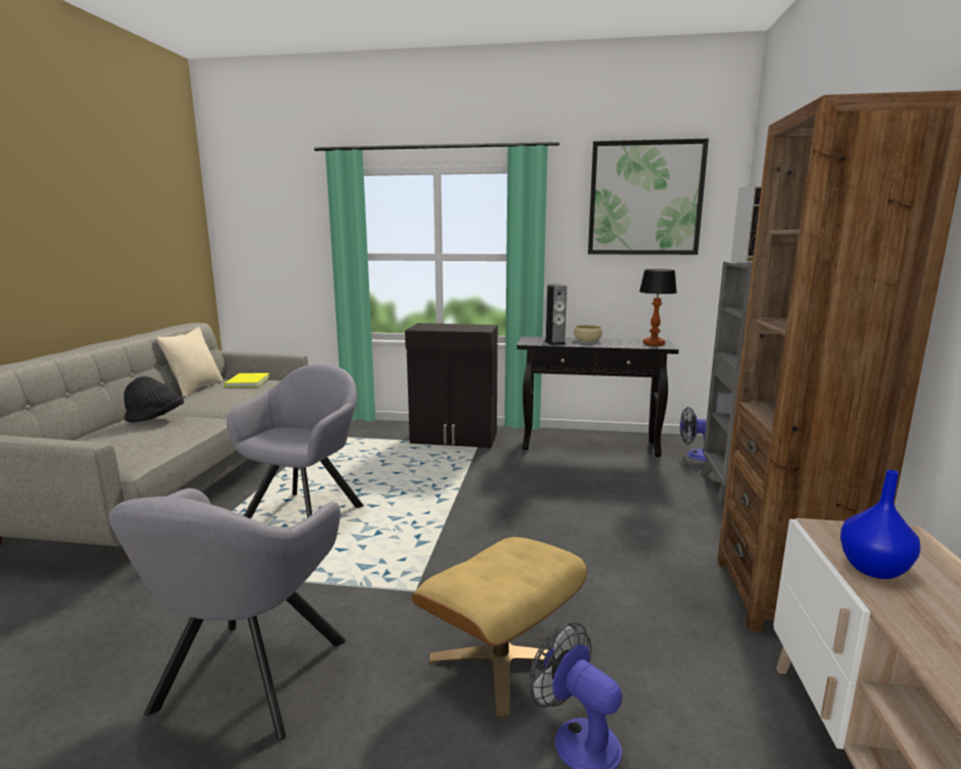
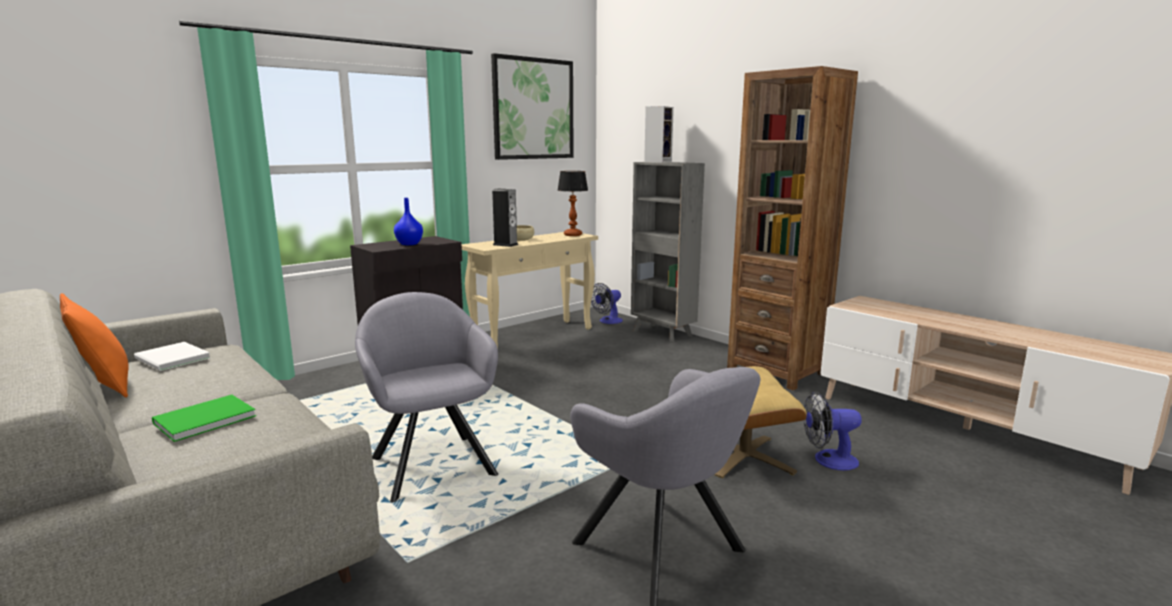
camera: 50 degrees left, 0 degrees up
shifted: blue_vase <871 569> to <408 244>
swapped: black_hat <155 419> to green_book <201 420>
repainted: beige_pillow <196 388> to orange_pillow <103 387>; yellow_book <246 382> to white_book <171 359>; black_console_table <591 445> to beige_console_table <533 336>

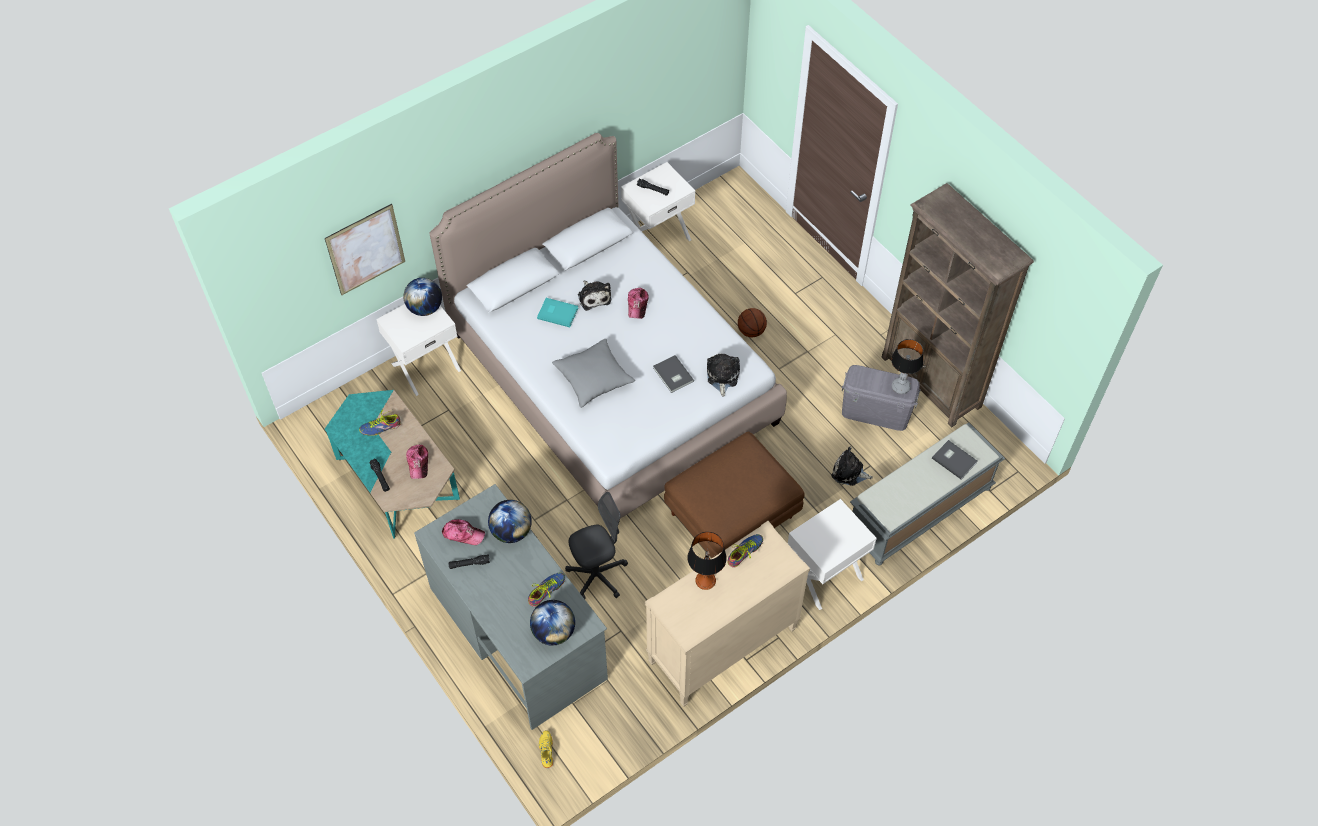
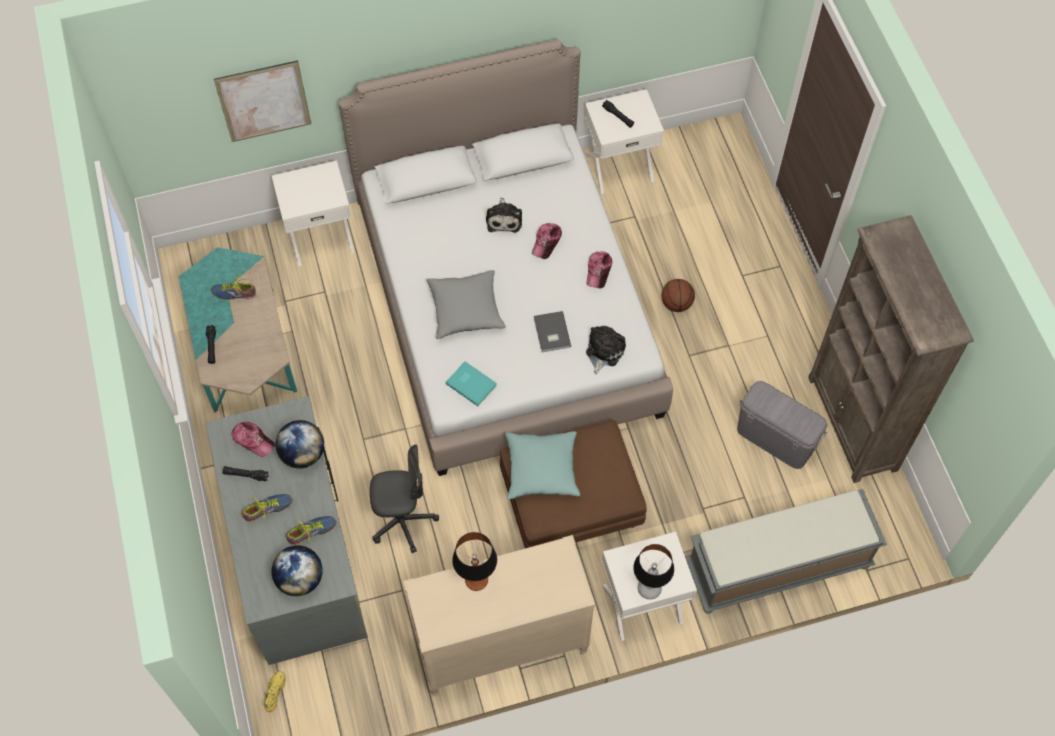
camera: 20 degrees right, 5 degrees up
gone: globe <425 308>; plush_toy <849 472>; grey_book <954 459>
new: turquoise_pillow <542 469>
shifted: cap <418 463> to <598 271>; turquoise_book <557 312> to <471 383>; shoe <744 552> to <267 509>; table_lamp <900 386> to <649 588>

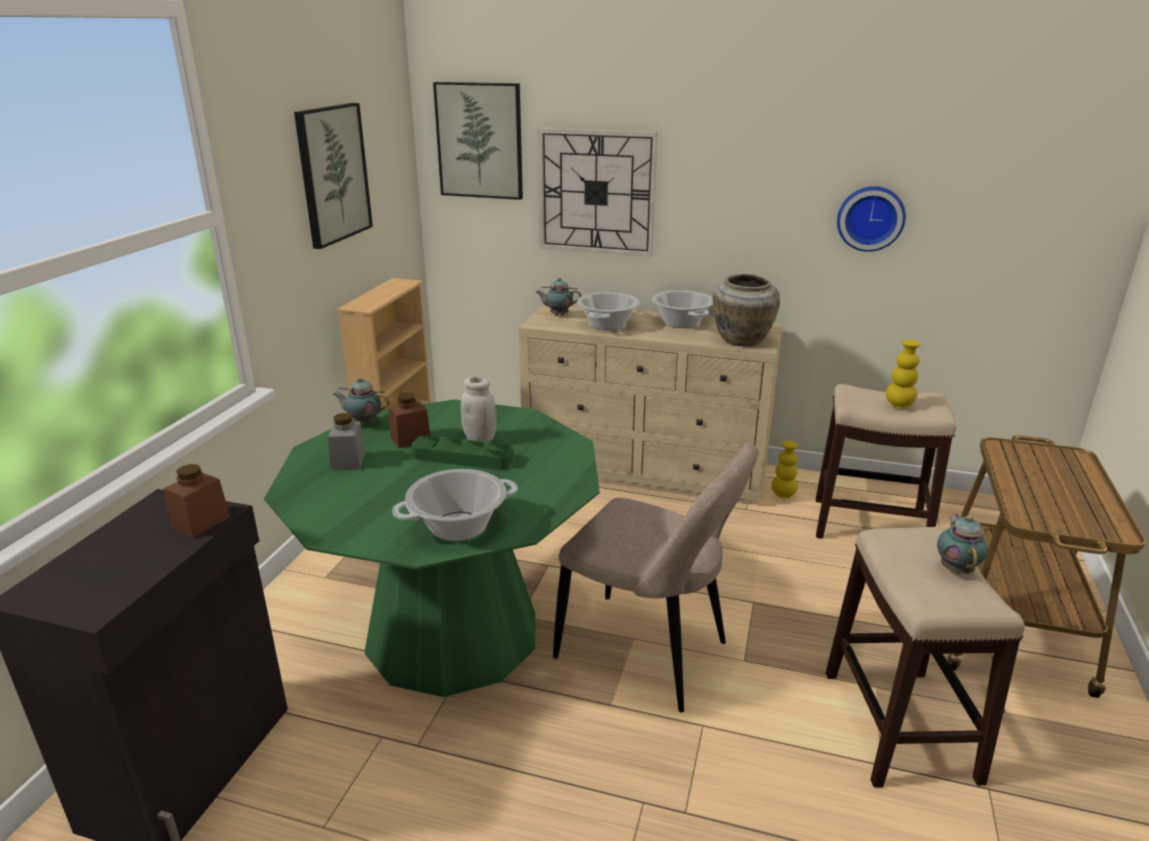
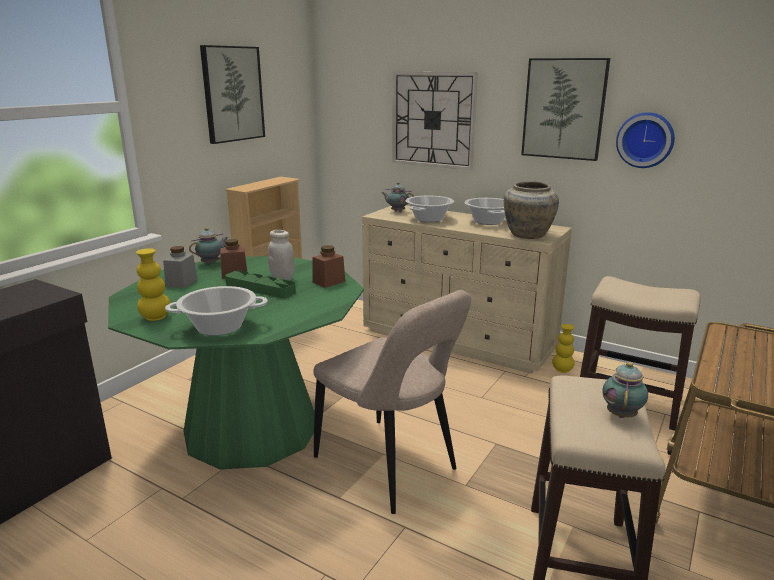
camera: 15 degrees right, 5 degrees down
shifted: brown_jar <200 522> to <328 282>; picture <480 141> to <564 109>; yellow_vase <899 405> to <156 318>
rotated: teapot <363 423> = <211 263> 105 degrees clockwise

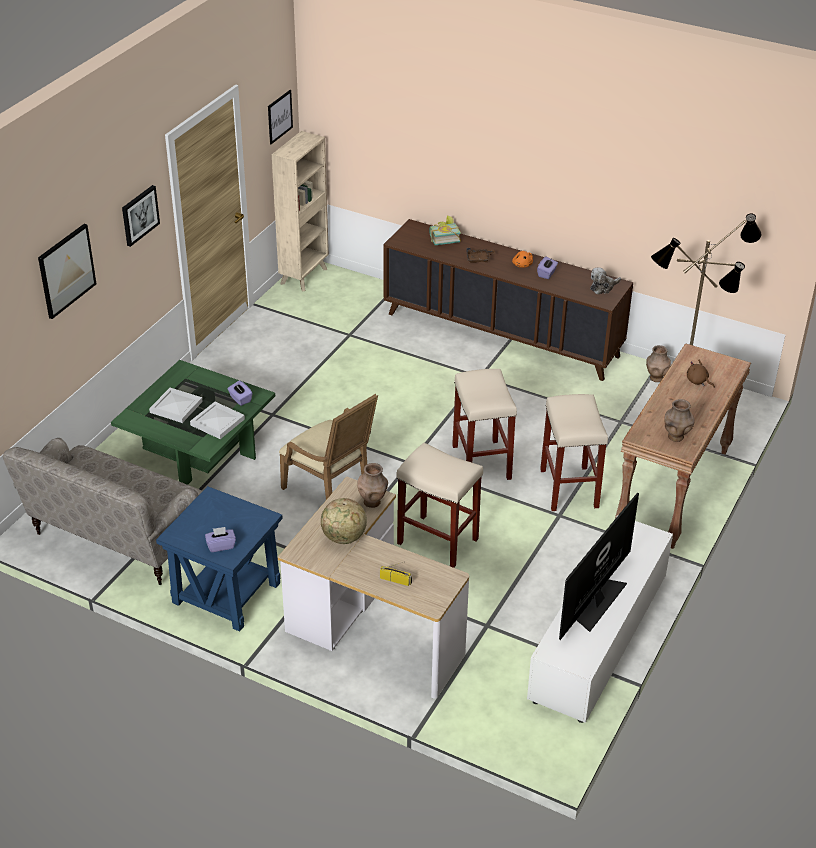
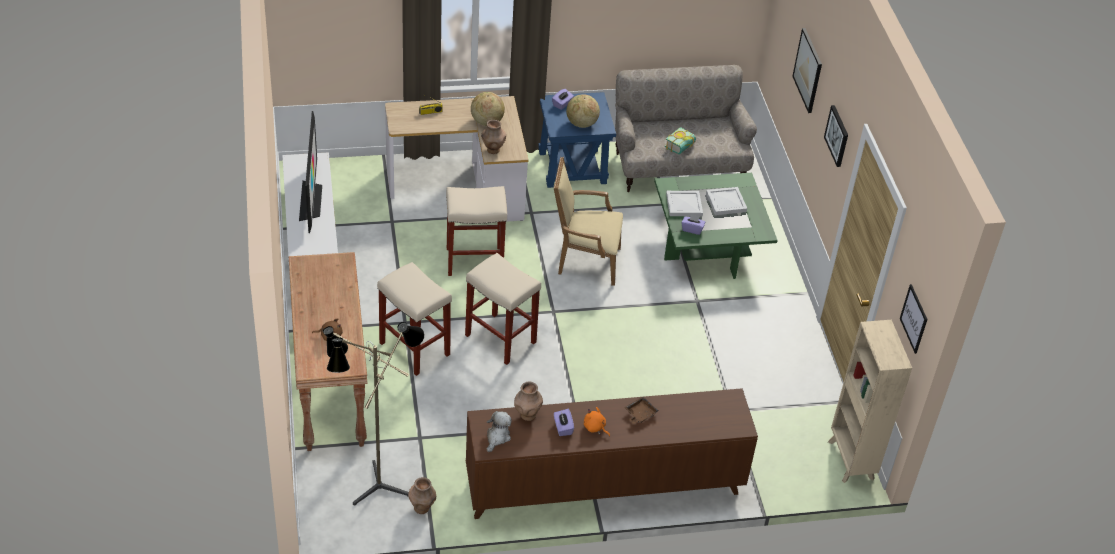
camera: 140 degrees right, 5 degrees up
new: globe <581 124>
shifted: book <444 238> to <682 148>; brown_vase <675 437> to <527 415>

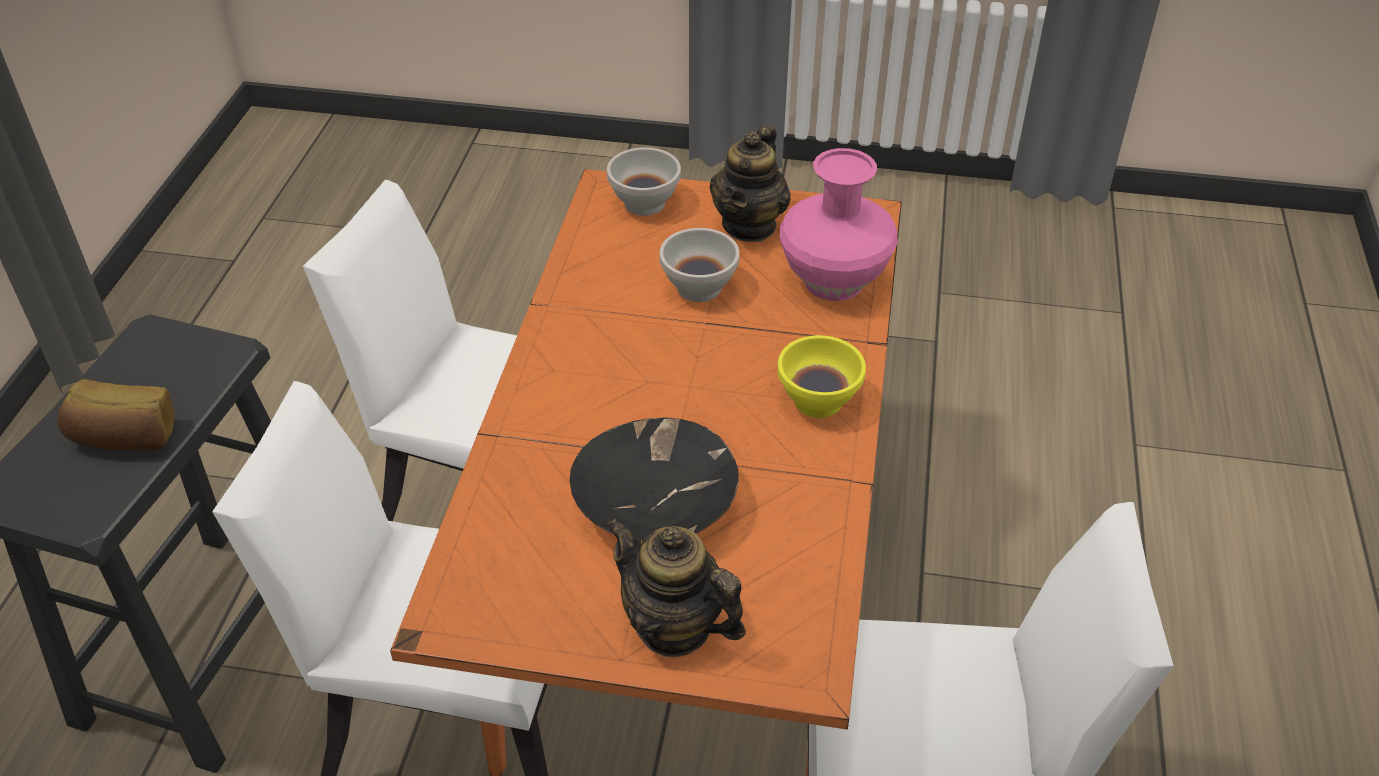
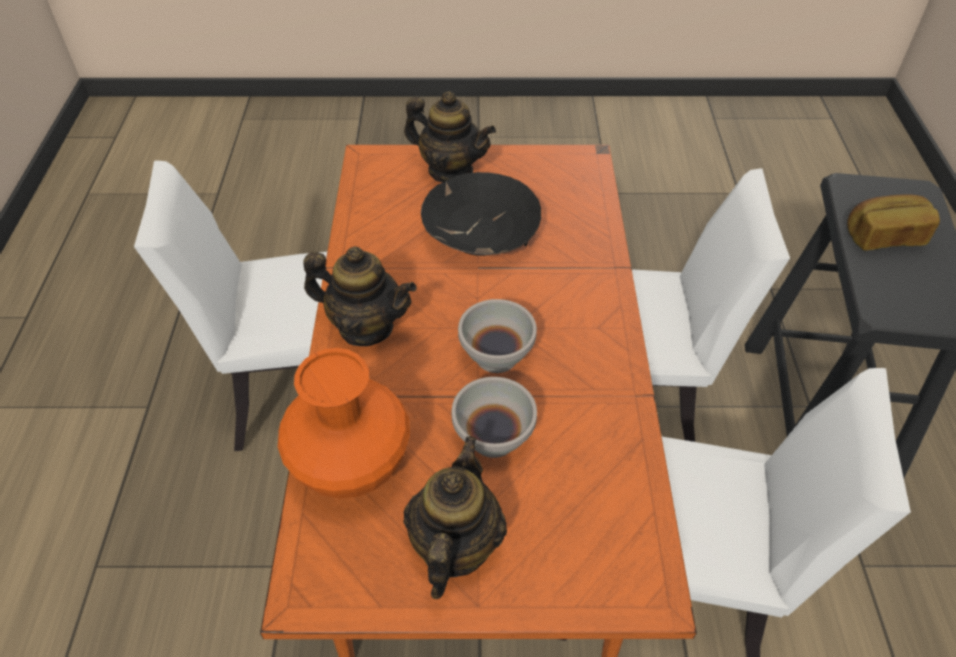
camera: 170 degrees right, 5 degrees up
shifted: white_bowl <645 204> to <495 356>
swapped: yellow_bowl <818 402> to teapot <366 327>
repainted: pink_vase <833 283> to orange_vase <352 467>

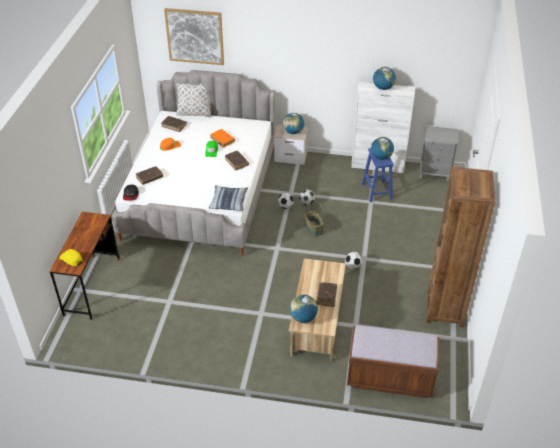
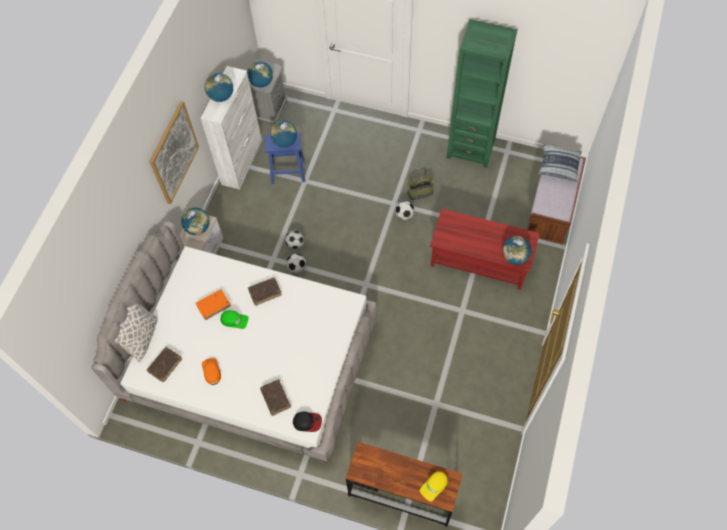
camera: 80 degrees left, 20 degrees up
gone: brown_book <326 296>
new: globe <261 82>
shifted: picture <195 36> to <173 153>; pillow <229 201> to <558 166>; basket <314 229> to <420 192>
repainted: beige_coffee_table <317 323> to red_coffee_table <480 260>; brown_bookcase <445 309> to green_bookcase <470 149>

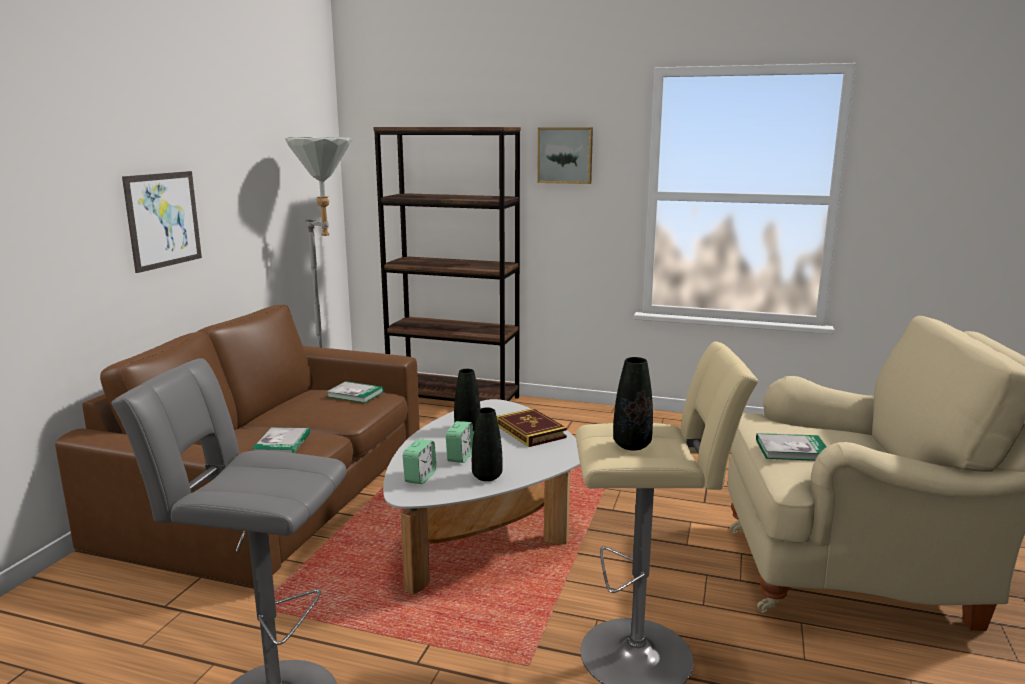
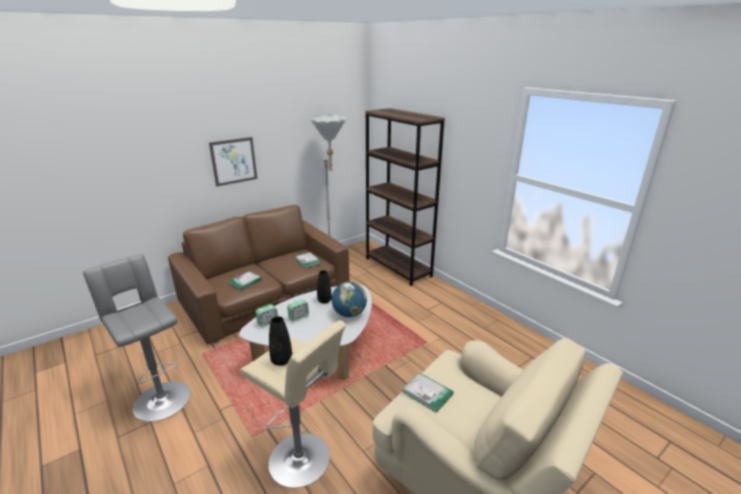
camera: 35 degrees right, 10 degrees up
gone: black_vase <487 476>; picture <565 155>
swapped: book <531 431> to globe <349 314>

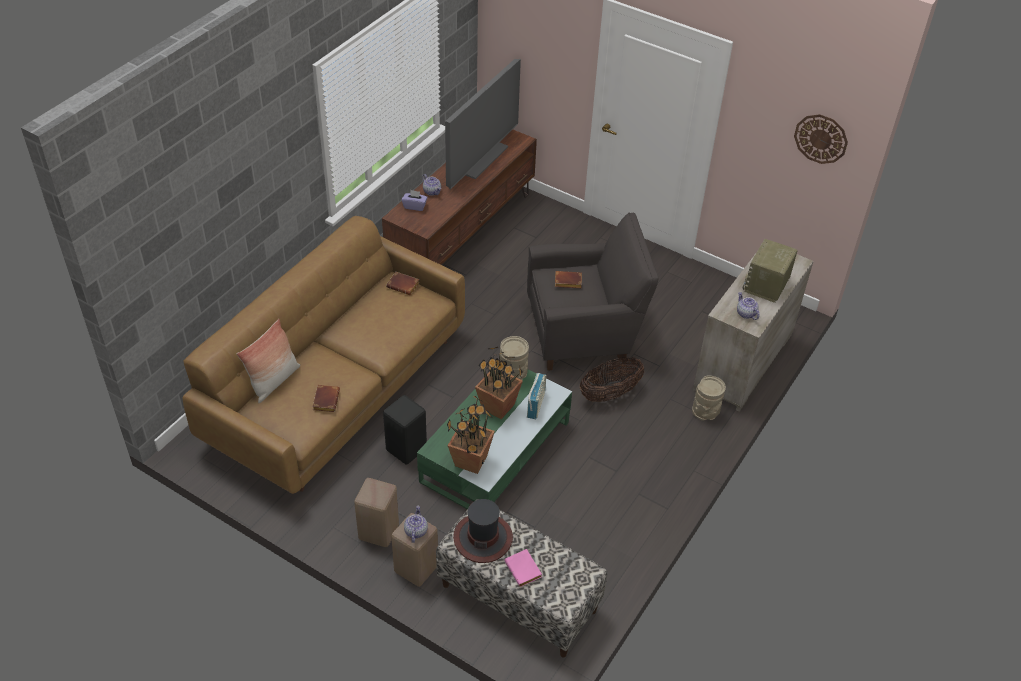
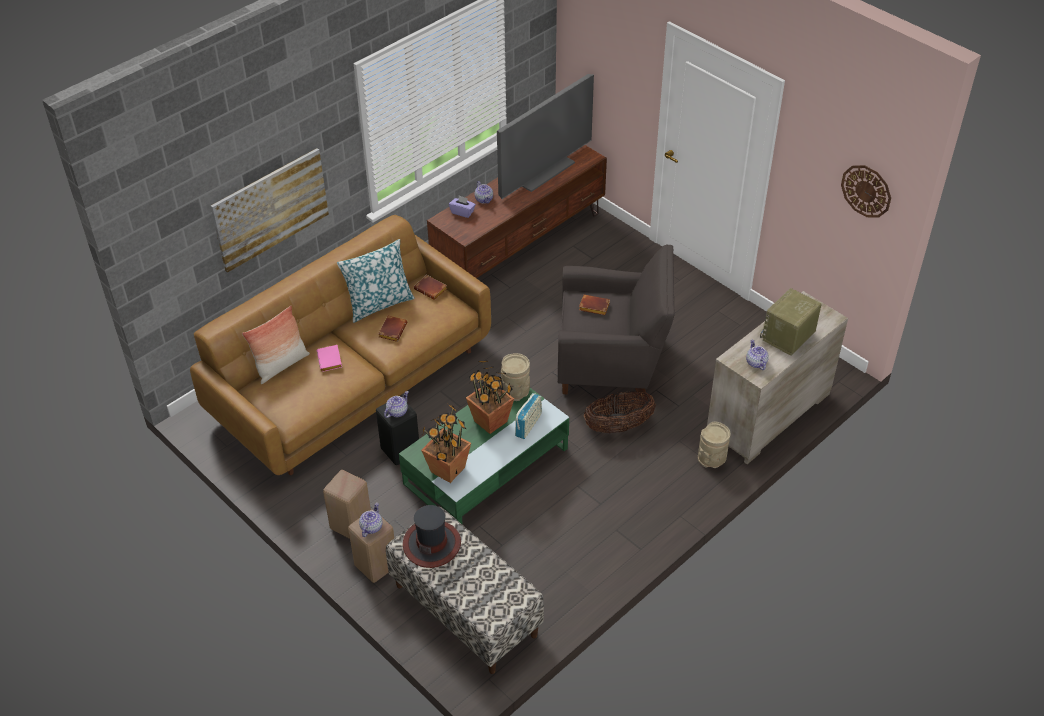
camera: 15 degrees right, 0 degrees up
new: picture <271 209>; pillow <379 303>; teapot <397 411>
shifted: brown_book <325 400> to <392 330>; pink_book <524 570> to <330 361>

